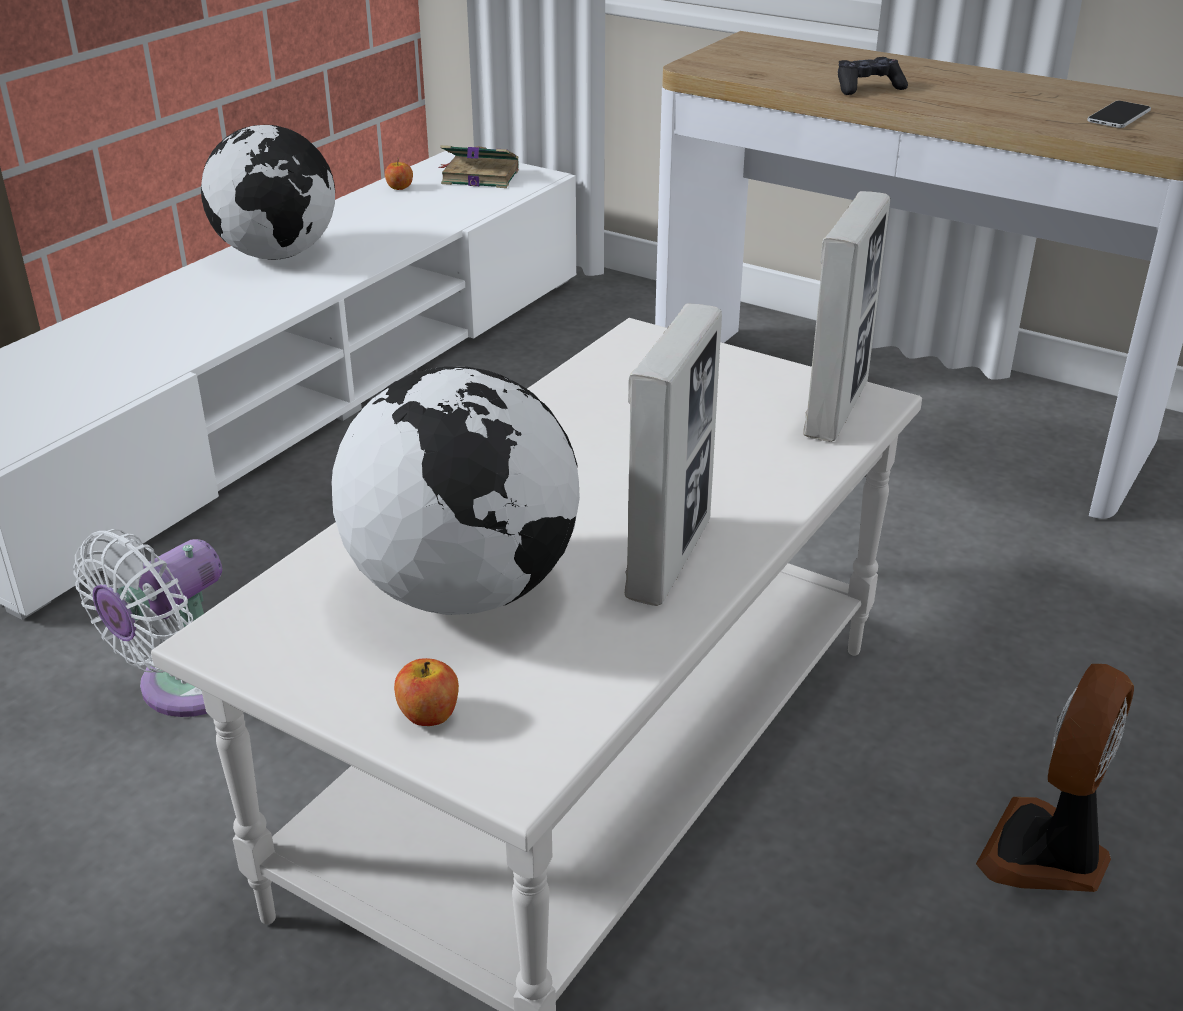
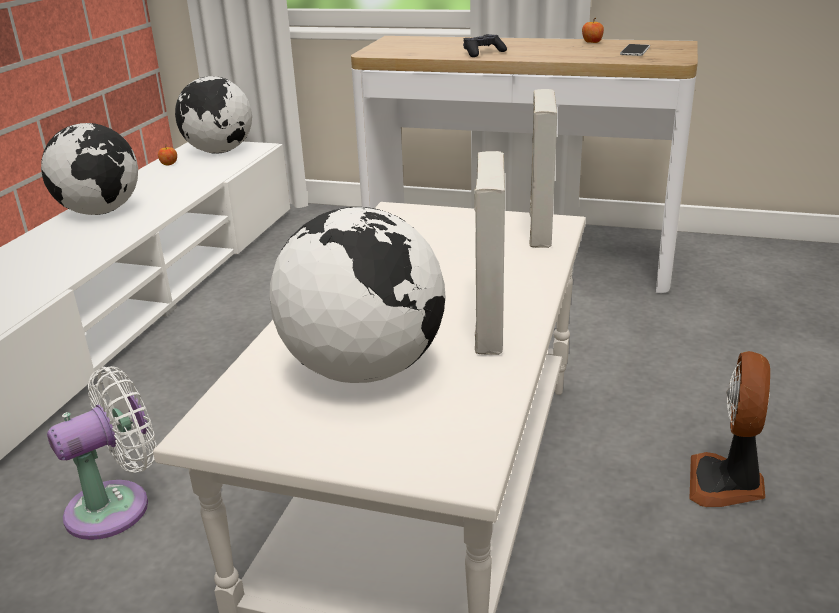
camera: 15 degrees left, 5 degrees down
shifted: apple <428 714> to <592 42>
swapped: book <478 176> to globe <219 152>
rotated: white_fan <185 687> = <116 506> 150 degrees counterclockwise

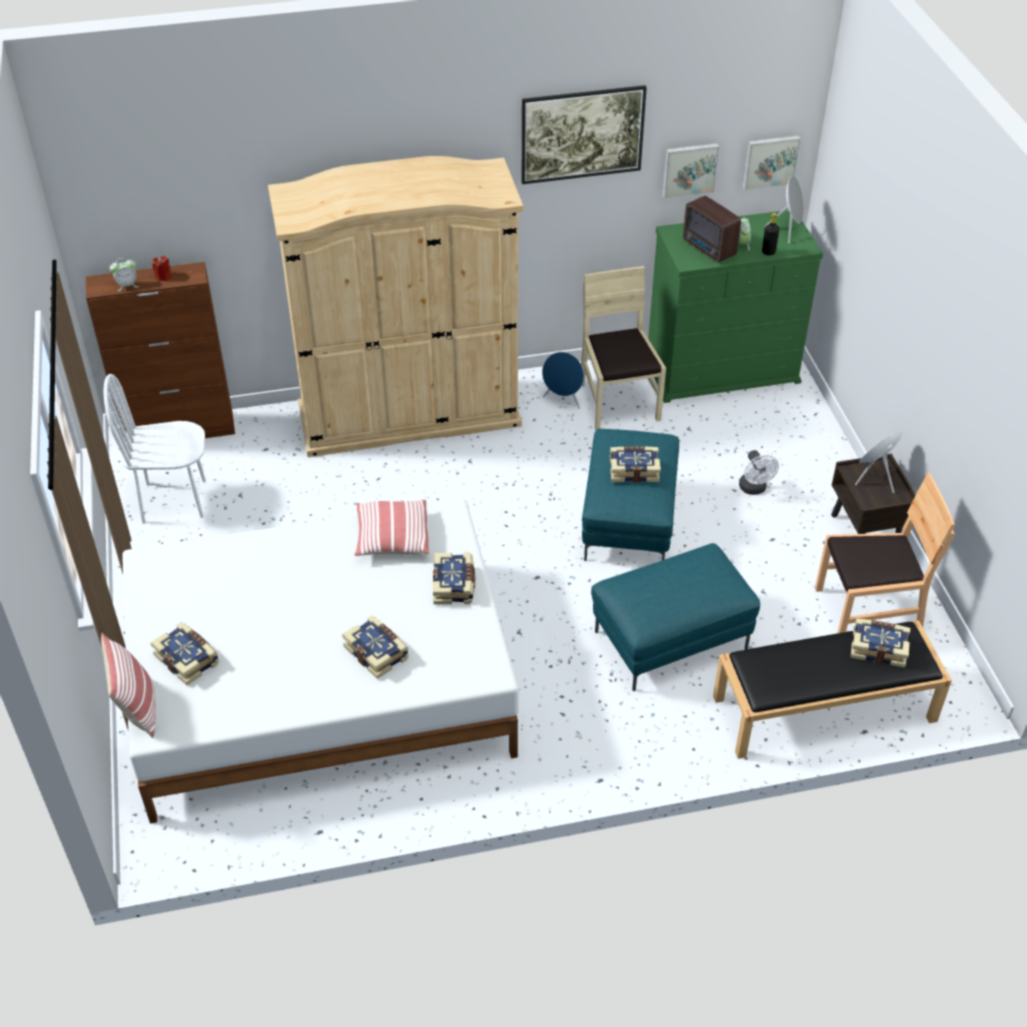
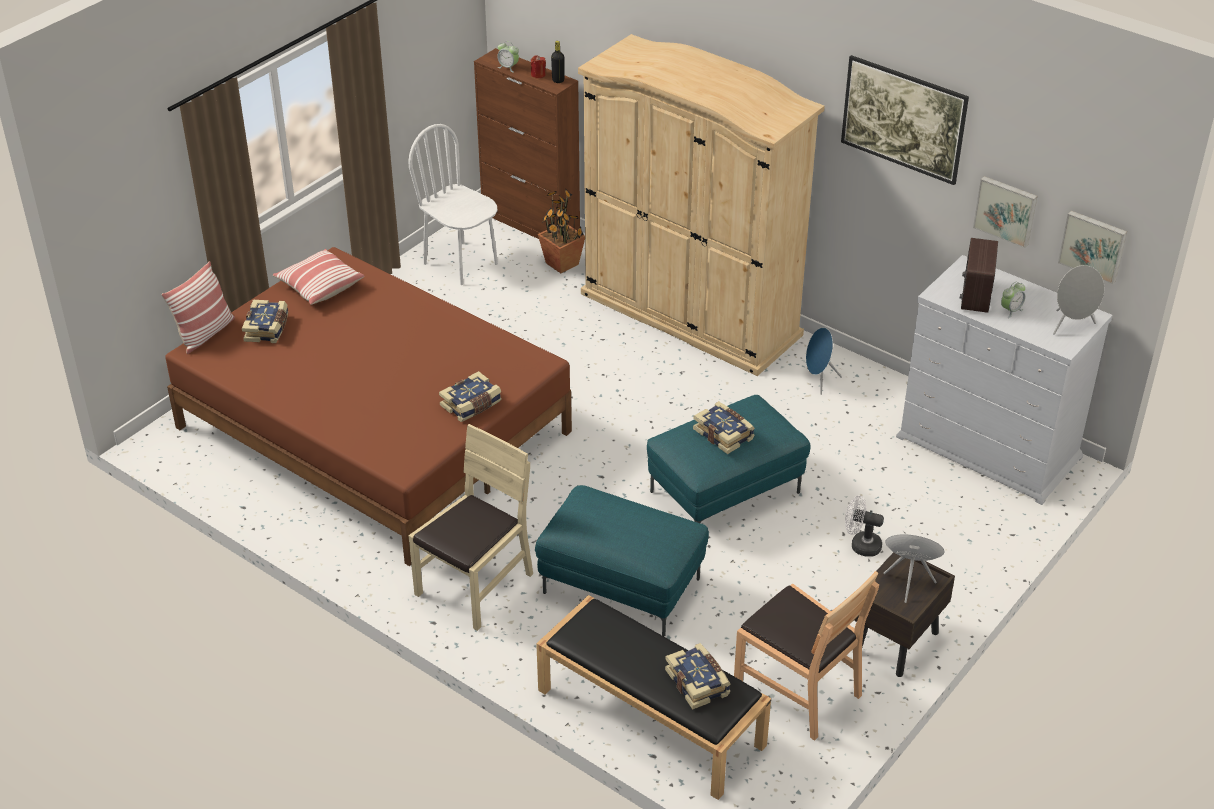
camera: 50 degrees right, 5 degrees down
gone: book <377 652>
new: potted_plant <562 264>
shifted: pillow <392 538> to <319 286>; beige_chair <618 401> to <475 585>; black_bottle <768 252> to <558 80>
repainted: white_bed <320 681> to brown_bed <374 429>; green_dresser <721 369> to white_dresser <989 447>
rotated: white_fan <754 489> = <860 545> 75 degrees clockwise

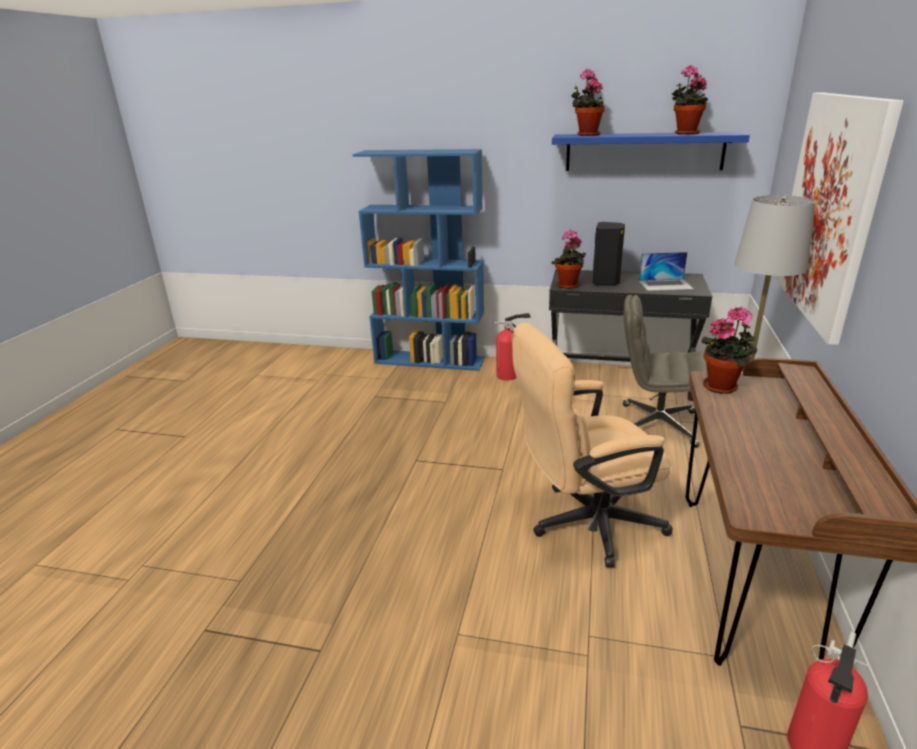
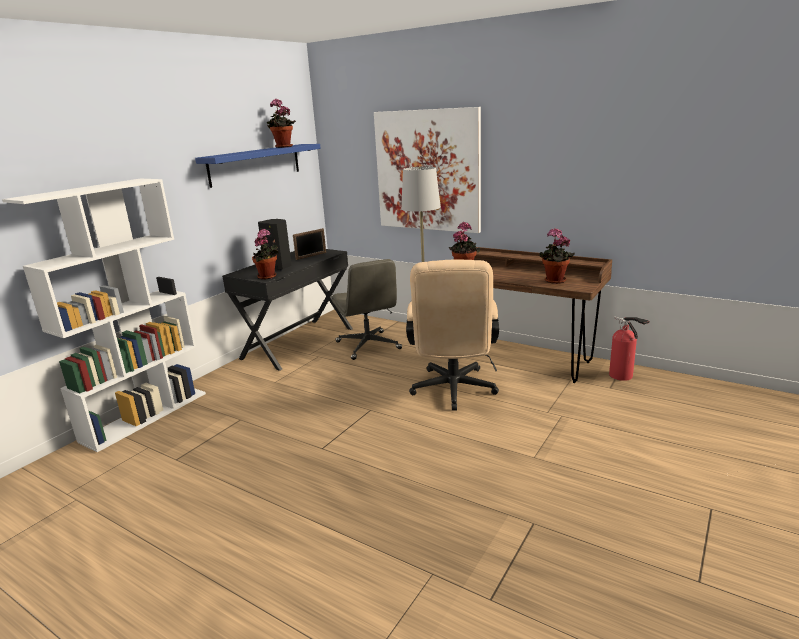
camera: 70 degrees left, 5 degrees down
gone: fire_extinguisher <509 375>
shifted: potted_plant <586 135> to <554 281>
swapped: laptop <666 285> to picture_frame <311 256>
repainted: blue_bookcase <430 360> to white_bookcase <145 416>
rotated: grey_office_chair <656 425> = <368 346> 60 degrees counterclockwise

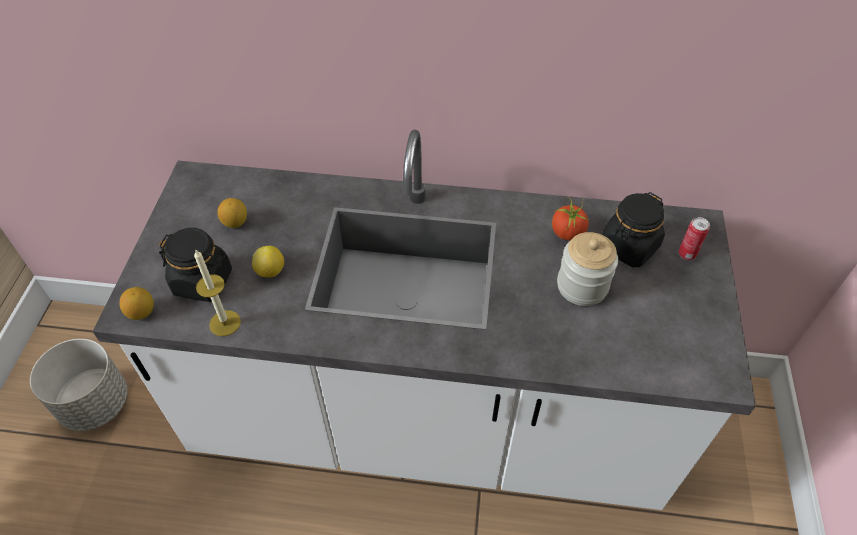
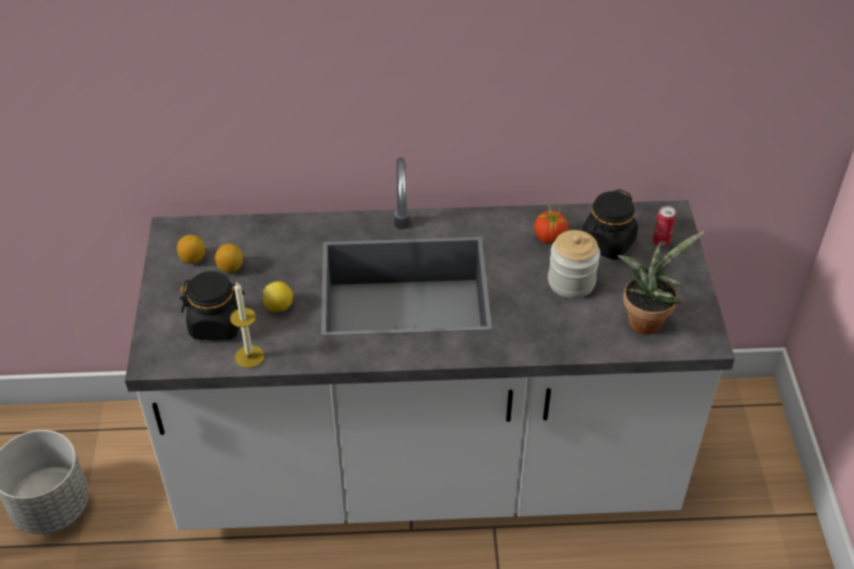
camera: 10 degrees left, 5 degrees down
new: potted_plant <646 319>
shifted: lemon <141 312> to <193 259>

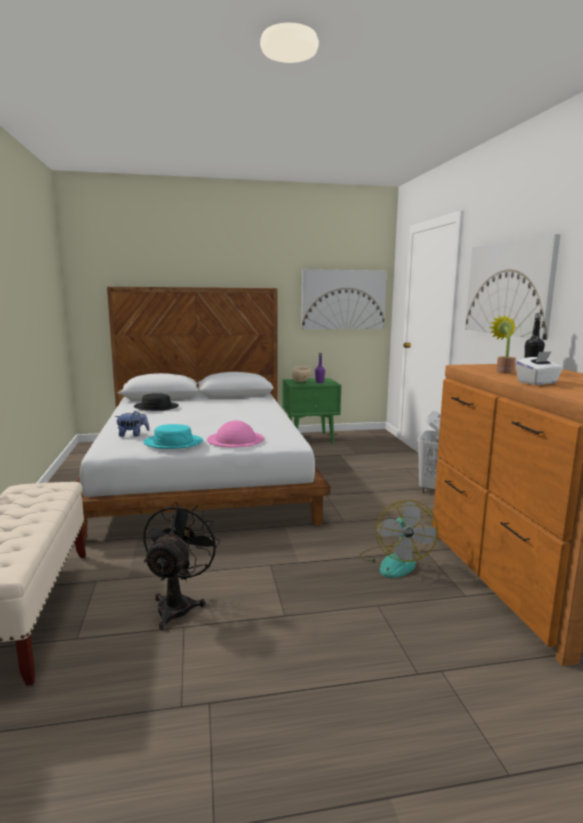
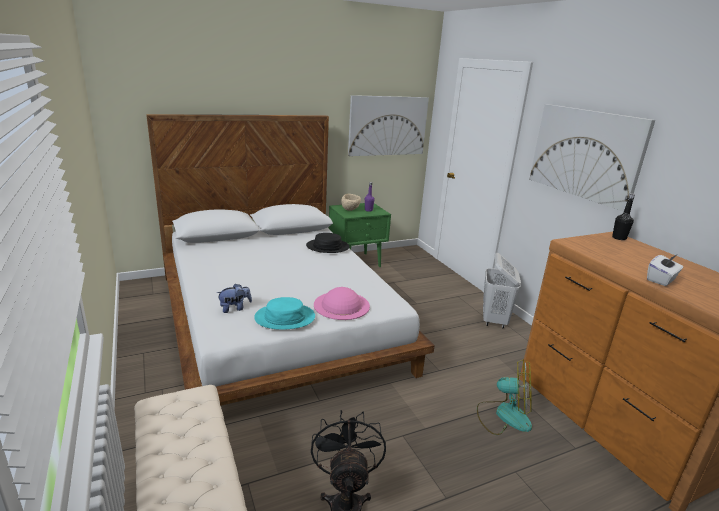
camera: 15 degrees left, 10 degrees up
gone: potted_plant <503 372>
shifted: black_hat <156 407> to <327 247>
rotated: fan <395 561> = <504 415> 60 degrees counterclockwise

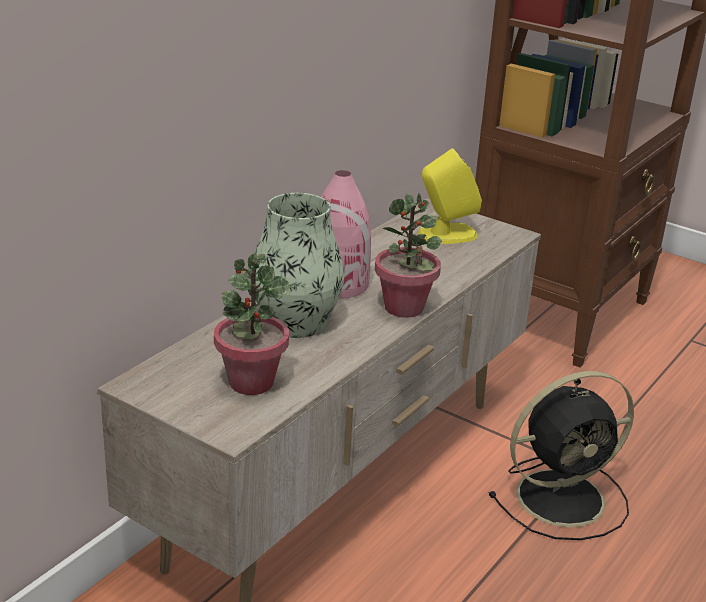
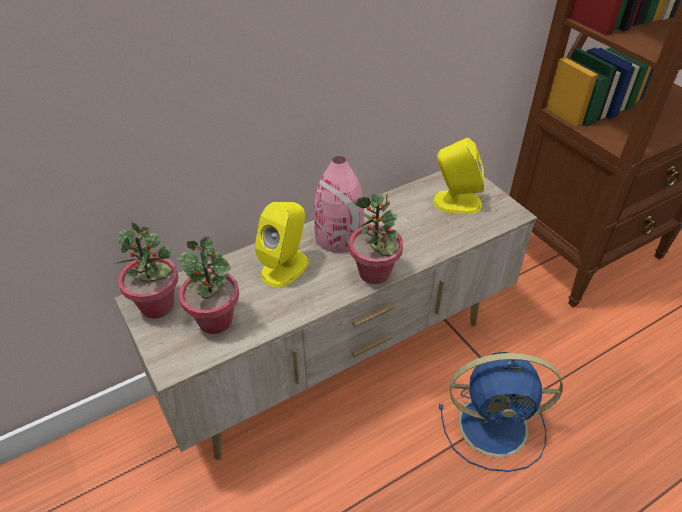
camera: 25 degrees right, 15 degrees up
new: potted_plant <157 305>
swapped: vase <295 321> to yellow_speaker <285 267>
repainted: black_fan <564 497> to blue_fan <496 425>

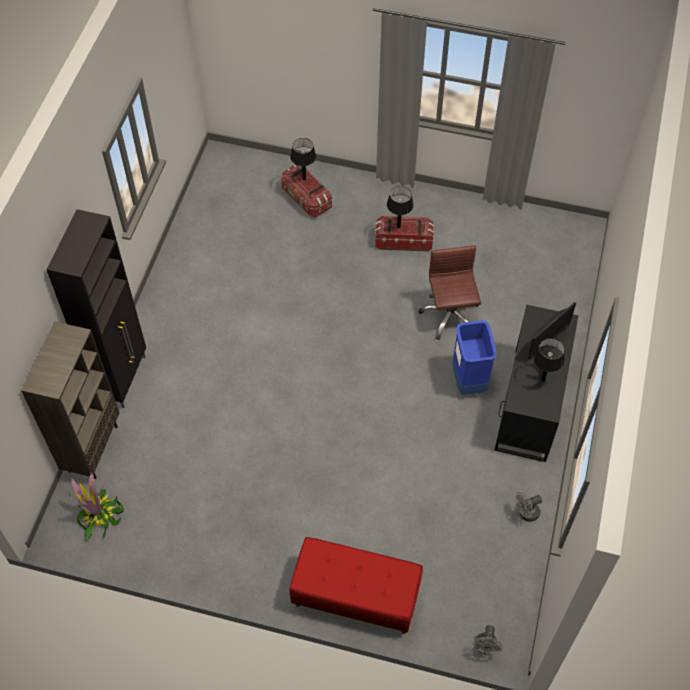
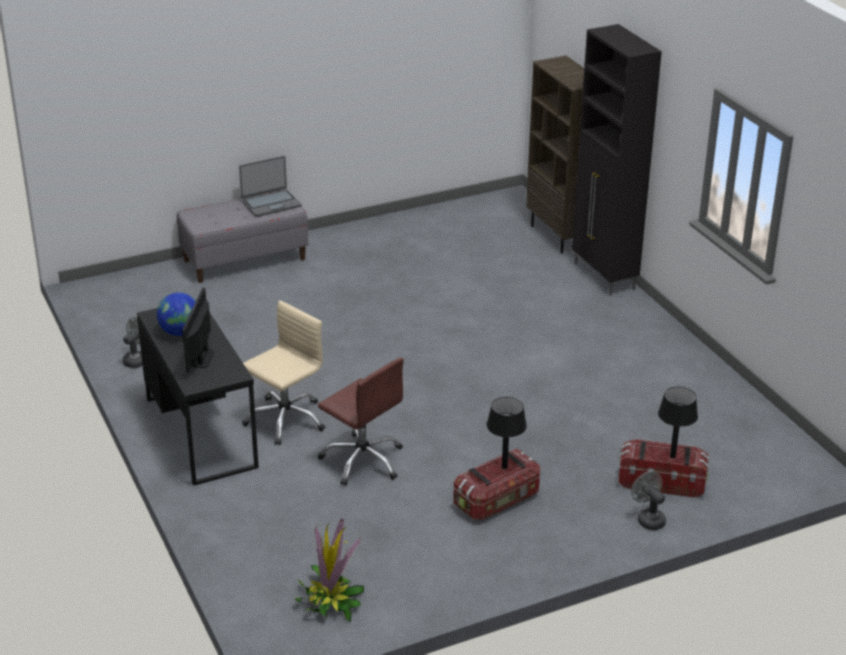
camera: 140 degrees right, 25 degrees down
new: laptop <271 204>
shifted: potted_plant <99 515> to <330 600>; grey_fan <485 648> to <648 519>
swapped: blue_trash_can <468 381> to beige_office_chair <285 419>; black_table_lamp <542 379> to globe <180 332>
repainted: red_bench <355 597> to grey_bench <244 260>

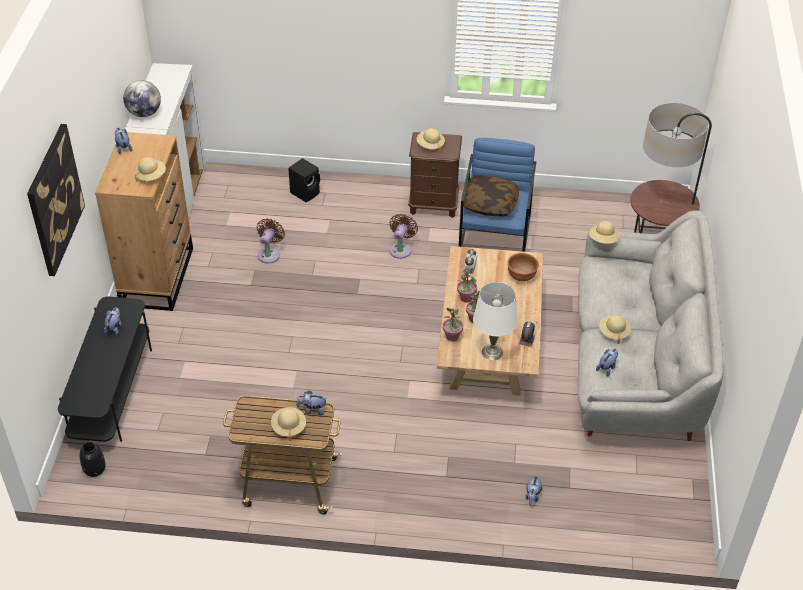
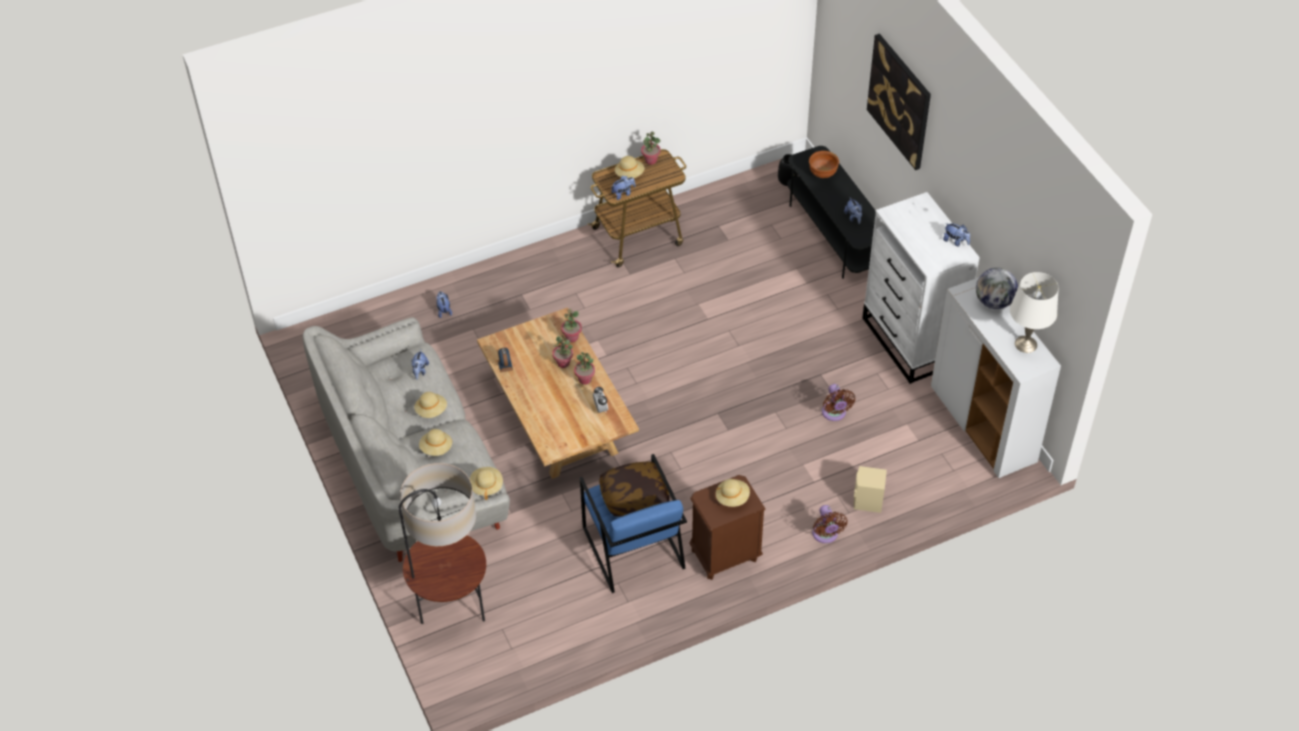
camera: 150 degrees right, 5 degrees up
new: potted_plant <651 160>
shifted: beige_hat <151 176> to <436 448>; brown_fan <401 249> to <825 535>; white_table_lamp <492 352> to <1025 344>; brown_bowl <522 277> to <822 173>
repainted: brown_dresser <157 276> to white_dresser <910 342>; black_speaker <306 192> to beige_speaker <868 502>

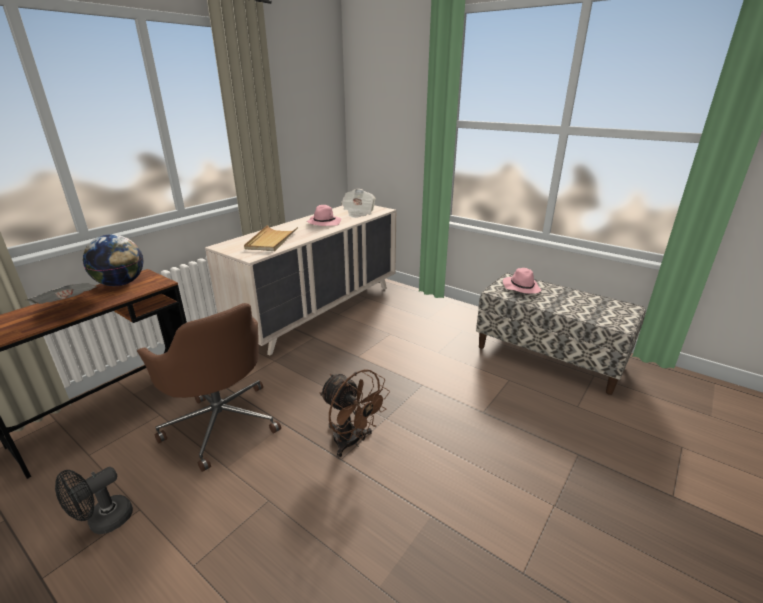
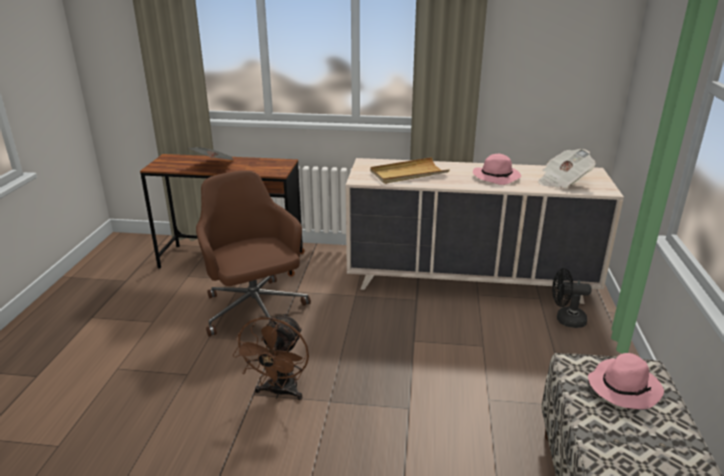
camera: 60 degrees right, 0 degrees up
gone: globe <121 284>
shifted: black_fan <104 522> to <565 320>
rotated: brown_office_chair <222 422> = <255 310> 135 degrees clockwise

